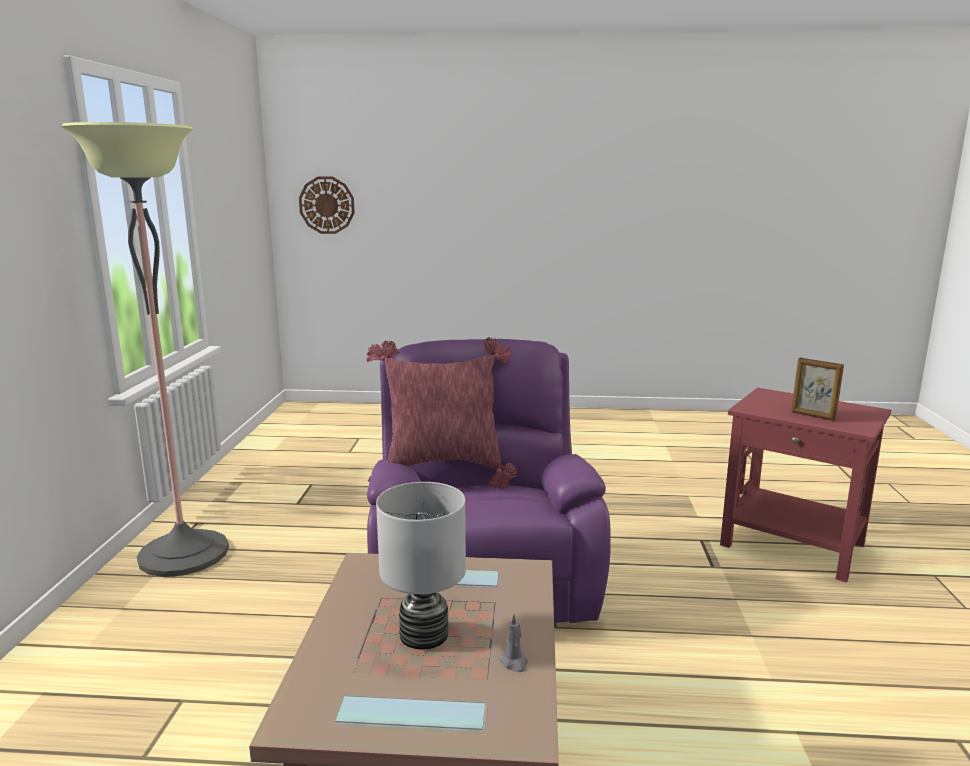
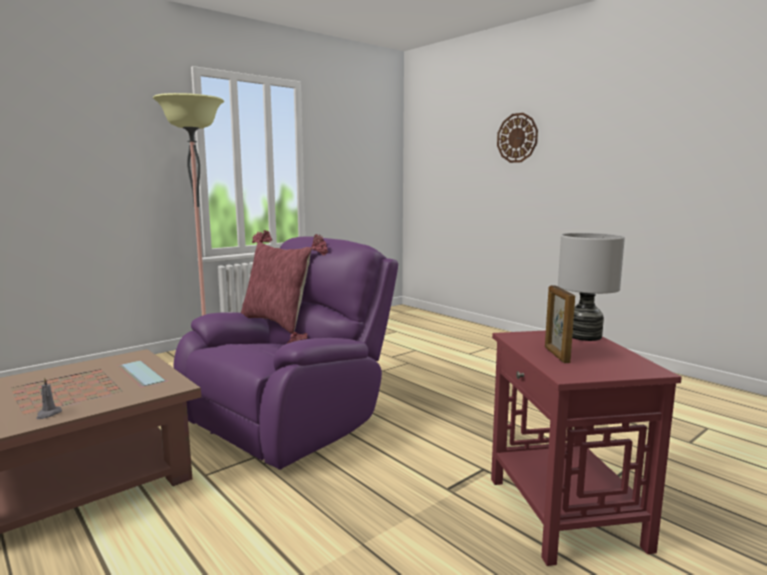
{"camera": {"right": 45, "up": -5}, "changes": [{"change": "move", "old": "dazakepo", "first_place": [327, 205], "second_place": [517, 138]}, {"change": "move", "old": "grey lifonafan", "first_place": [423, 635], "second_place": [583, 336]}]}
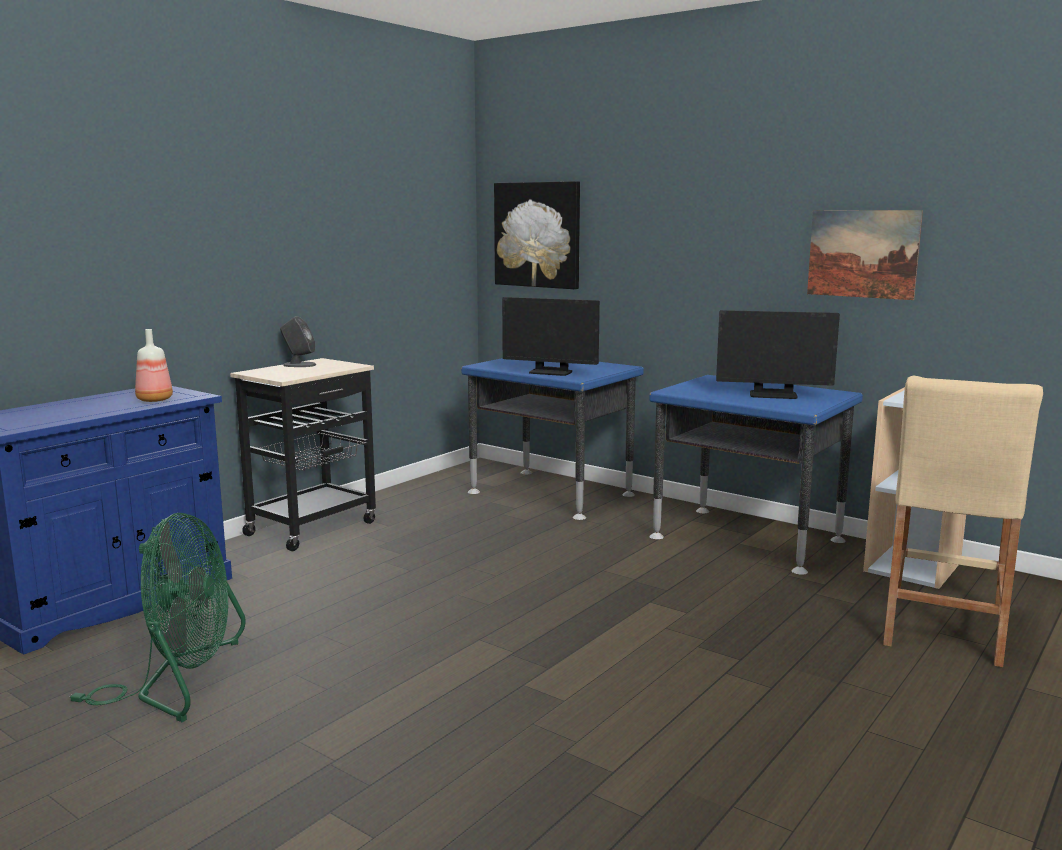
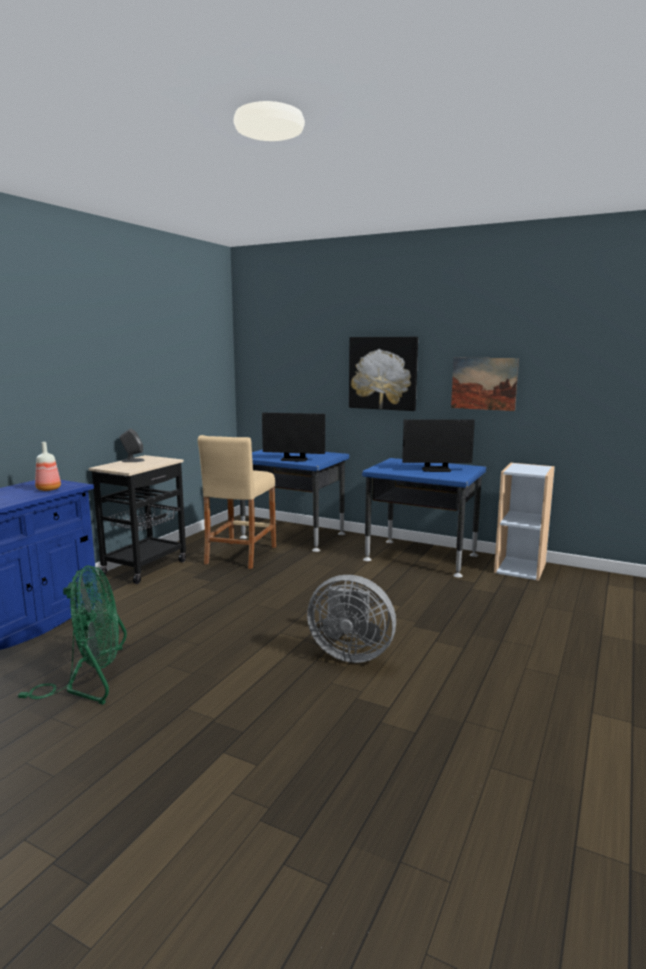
{"camera": {"right": -10, "up": 0}, "changes": [{"change": "move", "old": "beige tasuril", "first_place": [943, 626], "second_place": [240, 555]}, {"change": "insert", "new": "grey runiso", "second_place": [350, 653]}, {"change": "move", "old": "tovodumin", "first_place": [538, 235], "second_place": [383, 373]}]}
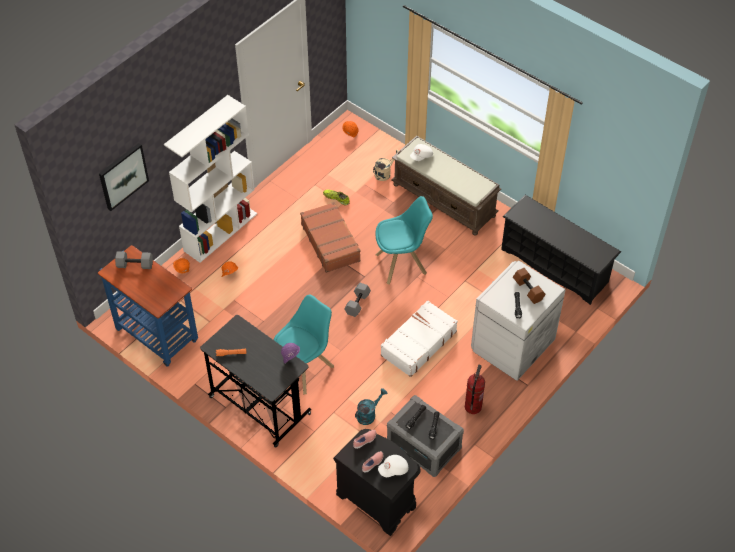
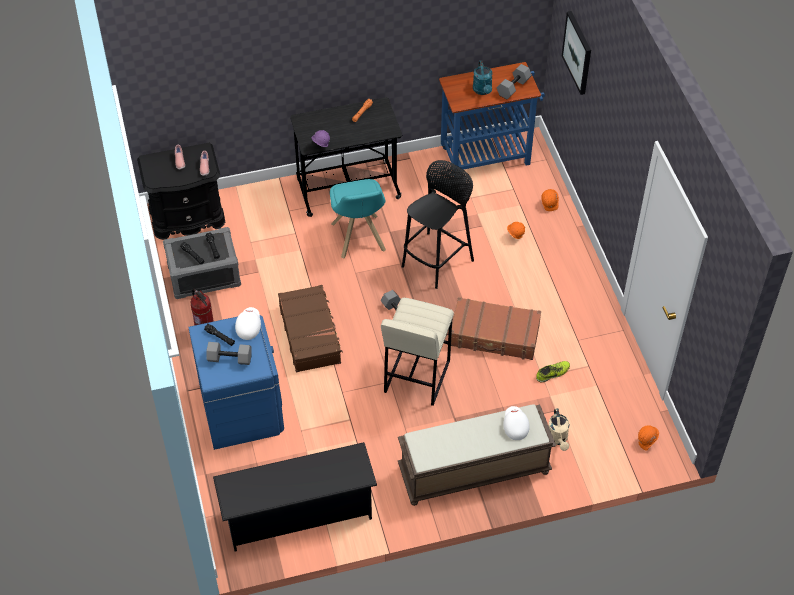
{"camera": {"right": 125, "up": 0}, "changes": [{"change": "recolor", "old": "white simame", "new": "blue simame", "first_place": [511, 344], "second_place": [242, 408]}, {"change": "recolor", "old": "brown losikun", "new": "grey losikun", "first_place": [527, 290], "second_place": [230, 358]}, {"change": "move", "old": "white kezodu", "first_place": [393, 470], "second_place": [248, 327]}, {"change": "recolor", "old": "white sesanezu", "new": "brown sesanezu", "first_place": [418, 343], "second_place": [310, 334]}, {"change": "replace", "old": "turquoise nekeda", "new": "beige tasuril", "first_place": [401, 264], "second_place": [416, 378]}, {"change": "insert", "new": "black tasuril", "second_place": [436, 260]}, {"change": "move", "old": "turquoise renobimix", "first_place": [368, 414], "second_place": [483, 91]}, {"change": "delete", "old": "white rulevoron", "first_place": [220, 231]}]}
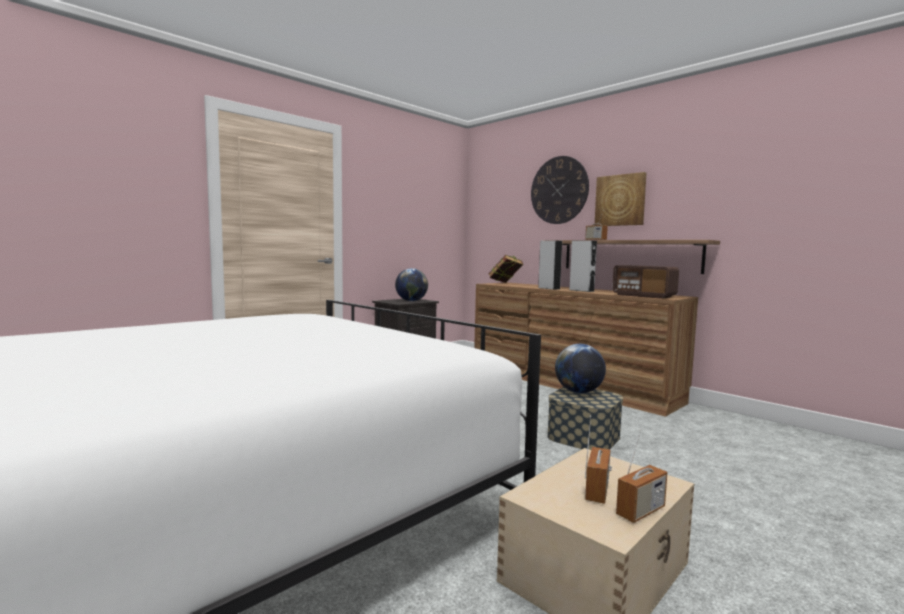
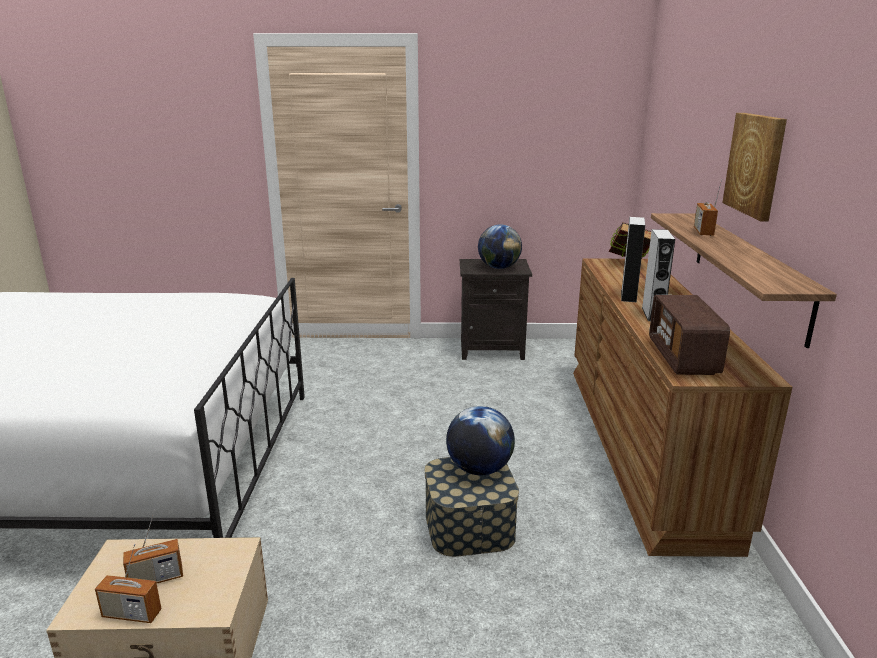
{"camera": {"right": 45, "up": 15}, "changes": [{"change": "delete", "old": "dazakepo", "first_place": [559, 190]}]}
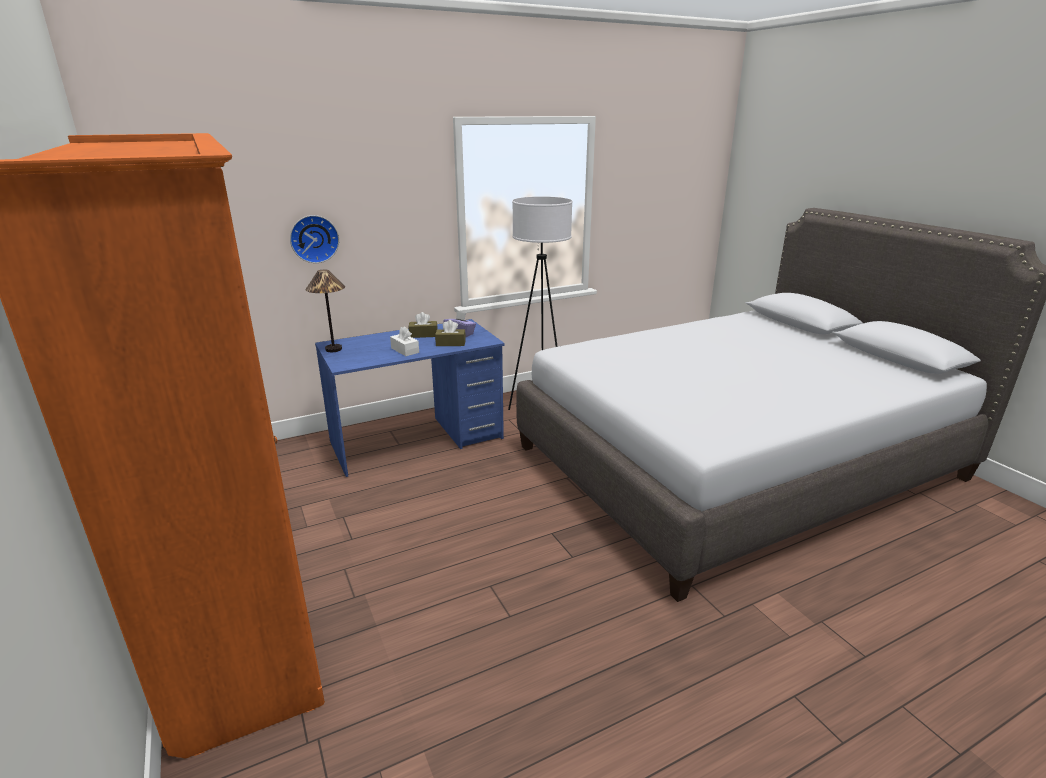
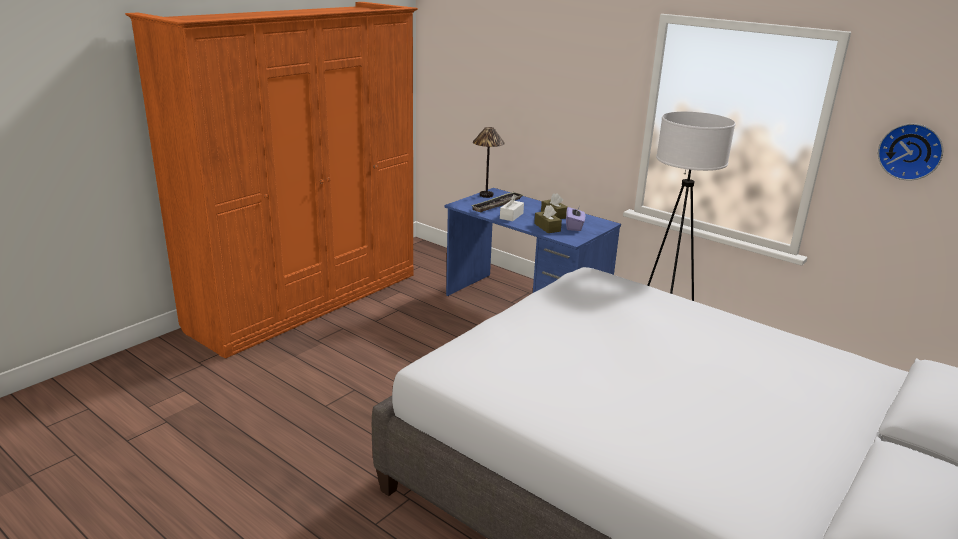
{"camera": {"right": 65, "up": 0}, "changes": [{"change": "insert", "new": "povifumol", "second_place": [497, 205]}, {"change": "move", "old": "dazakepo", "first_place": [314, 238], "second_place": [910, 151]}]}
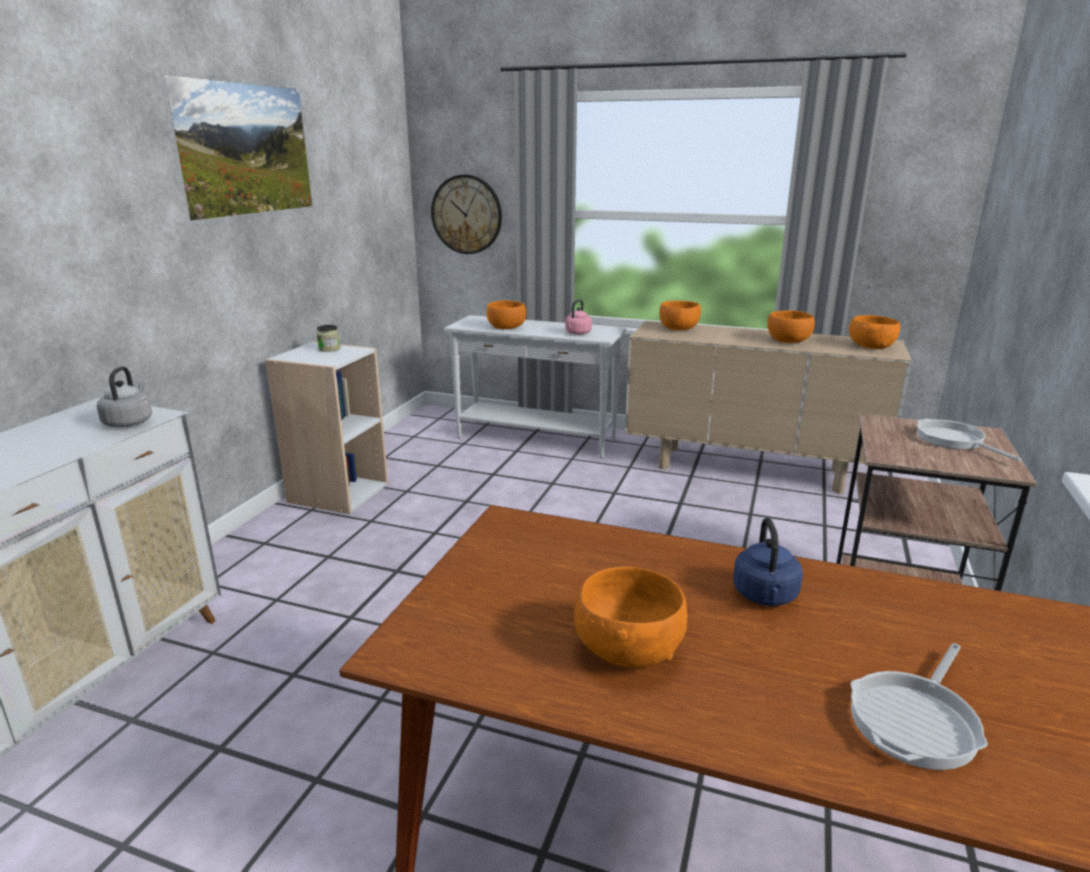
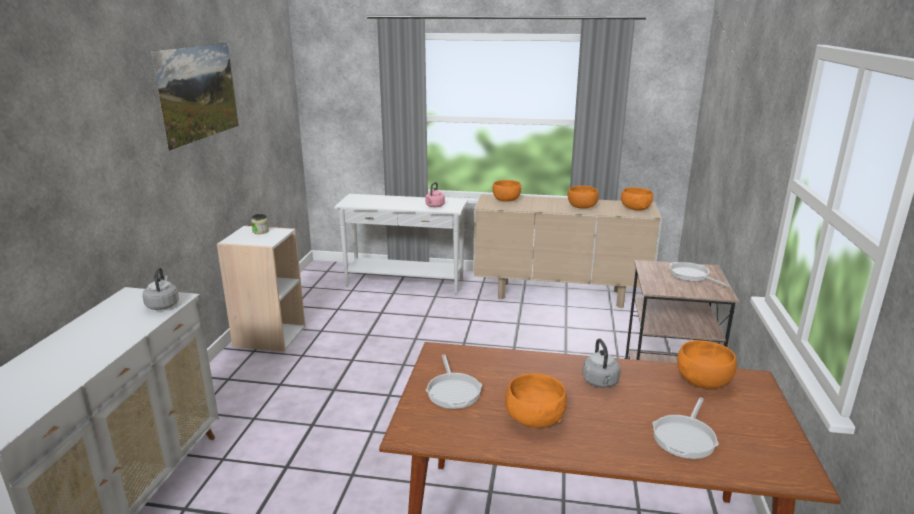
{"camera": {"right": -10, "up": 0}, "changes": [{"change": "insert", "new": "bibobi", "second_place": [453, 391]}, {"change": "recolor", "old": "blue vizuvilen", "new": "grey vizuvilen", "first_place": [765, 596], "second_place": [600, 382]}, {"change": "move", "old": "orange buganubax", "first_place": [507, 328], "second_place": [704, 381]}, {"change": "delete", "old": "dazakepo", "first_place": [467, 214]}]}
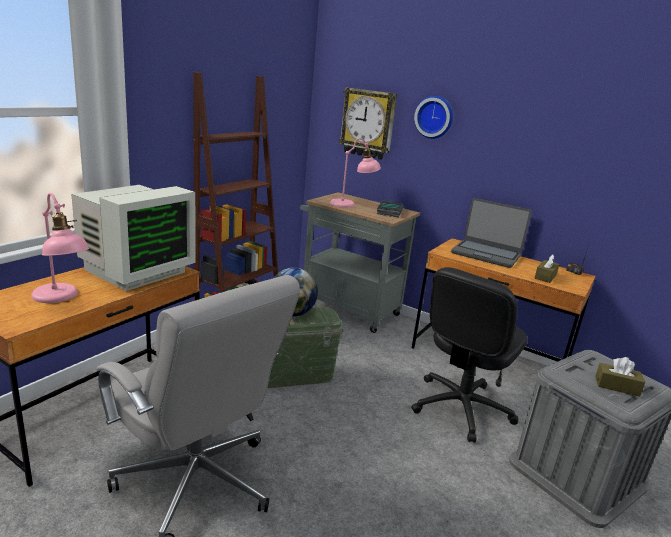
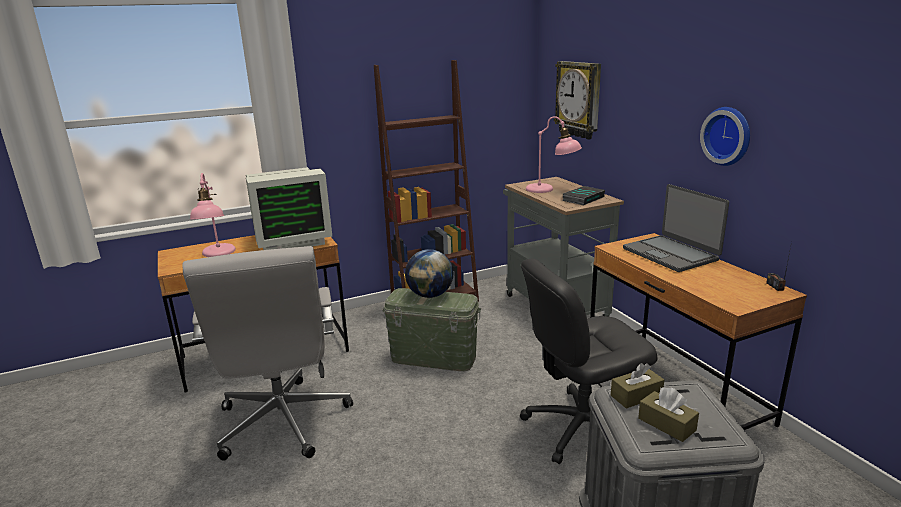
{"camera": {"right": 35, "up": 0}, "changes": [{"change": "move", "old": "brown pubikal", "first_place": [545, 277], "second_place": [636, 396]}, {"change": "move", "old": "dazakepo", "first_place": [434, 117], "second_place": [728, 136]}]}
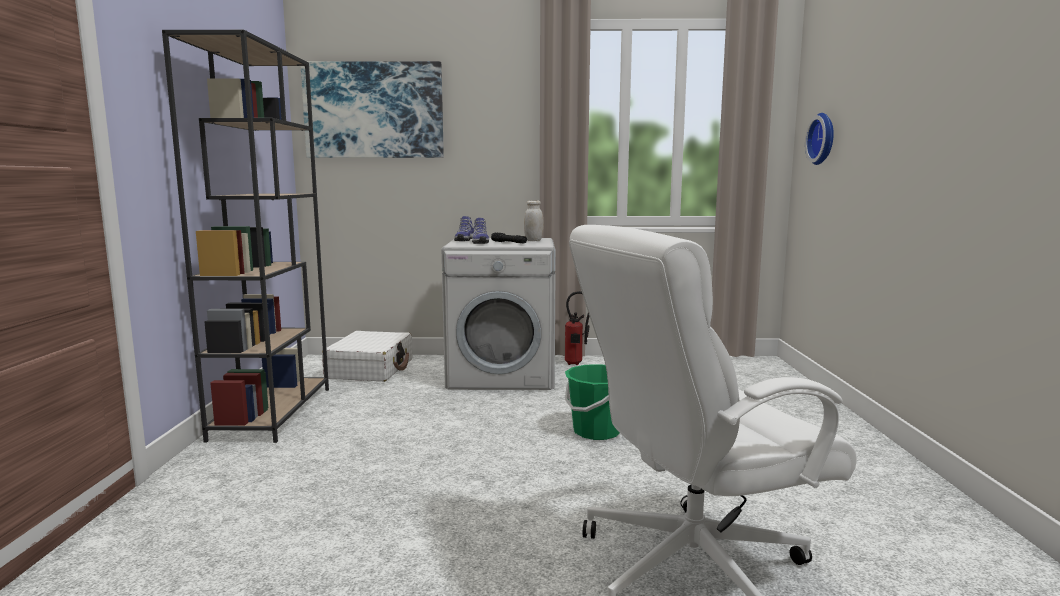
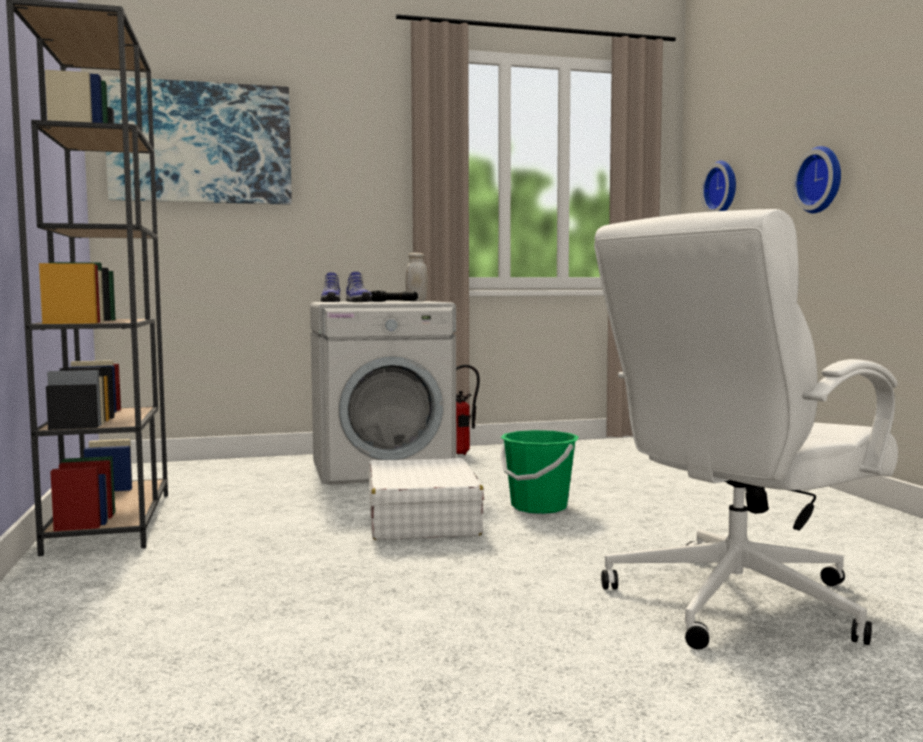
{"camera": {"right": -15, "up": -5}, "changes": [{"change": "move", "old": "white sesanezu", "first_place": [371, 369], "second_place": [422, 520]}, {"change": "insert", "new": "dazakepo", "second_place": [822, 180]}]}
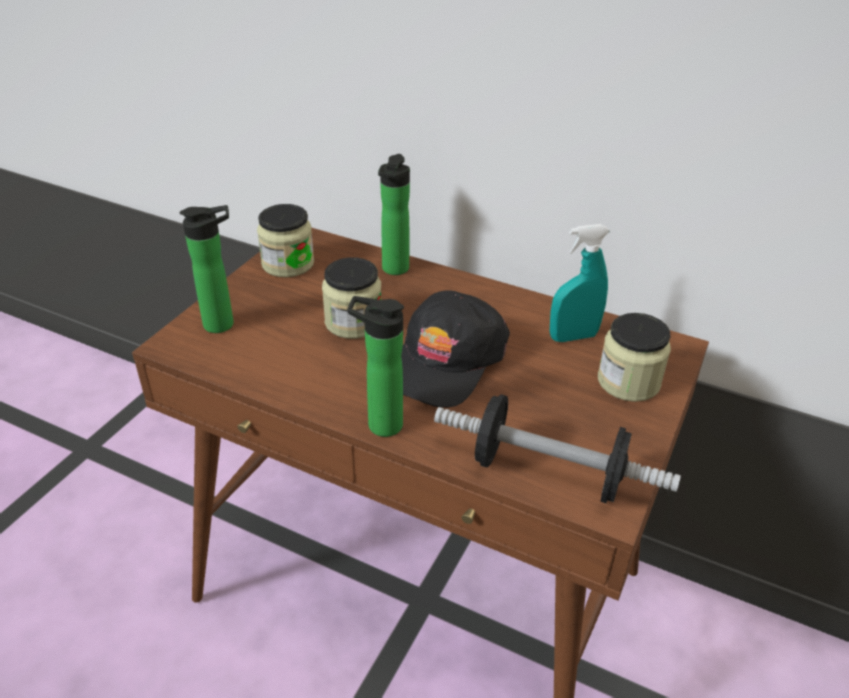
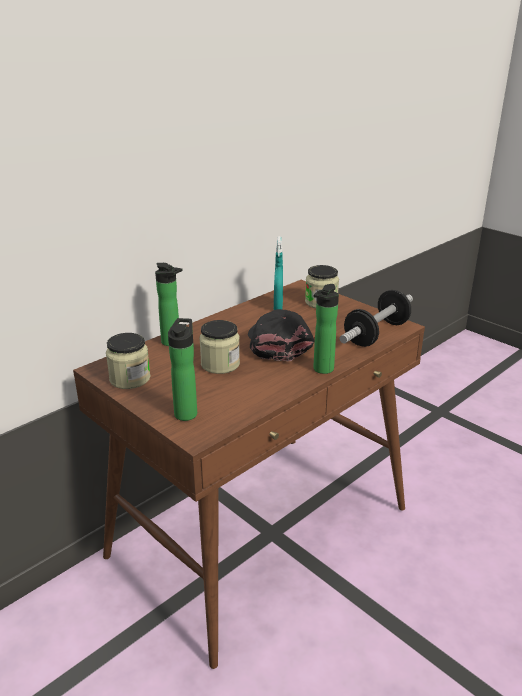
{"camera": {"right": -70, "up": -10}, "changes": [{"change": "rotate", "old": "black kezodu", "first_place": [445, 361], "second_place": [278, 343], "degrees": -150}]}
